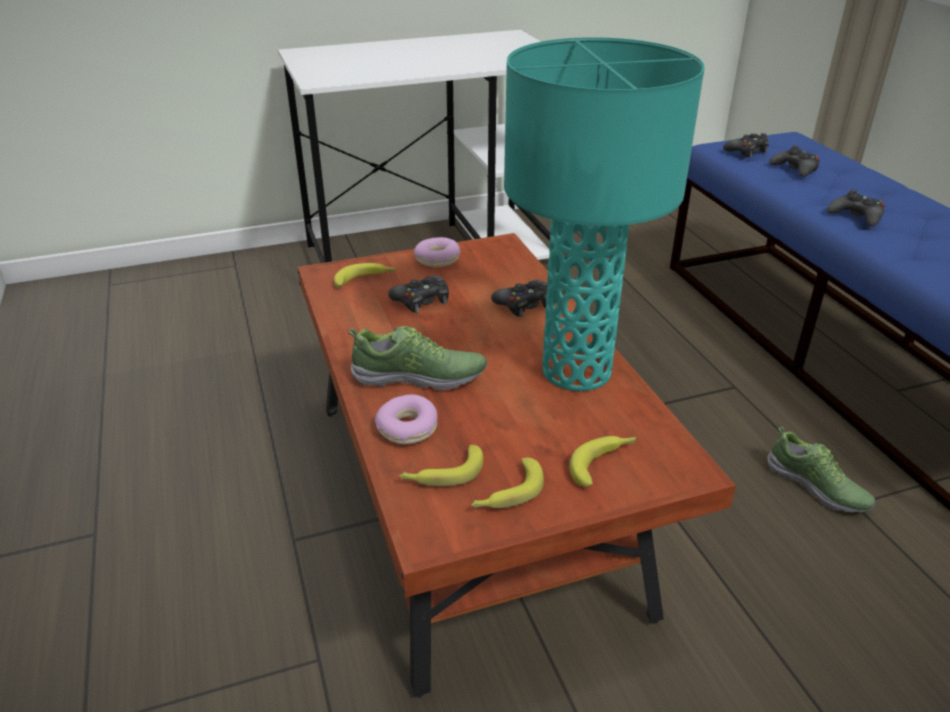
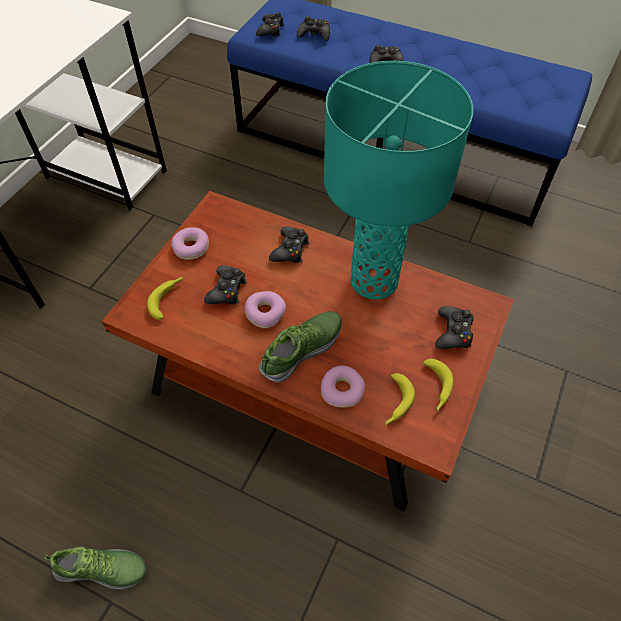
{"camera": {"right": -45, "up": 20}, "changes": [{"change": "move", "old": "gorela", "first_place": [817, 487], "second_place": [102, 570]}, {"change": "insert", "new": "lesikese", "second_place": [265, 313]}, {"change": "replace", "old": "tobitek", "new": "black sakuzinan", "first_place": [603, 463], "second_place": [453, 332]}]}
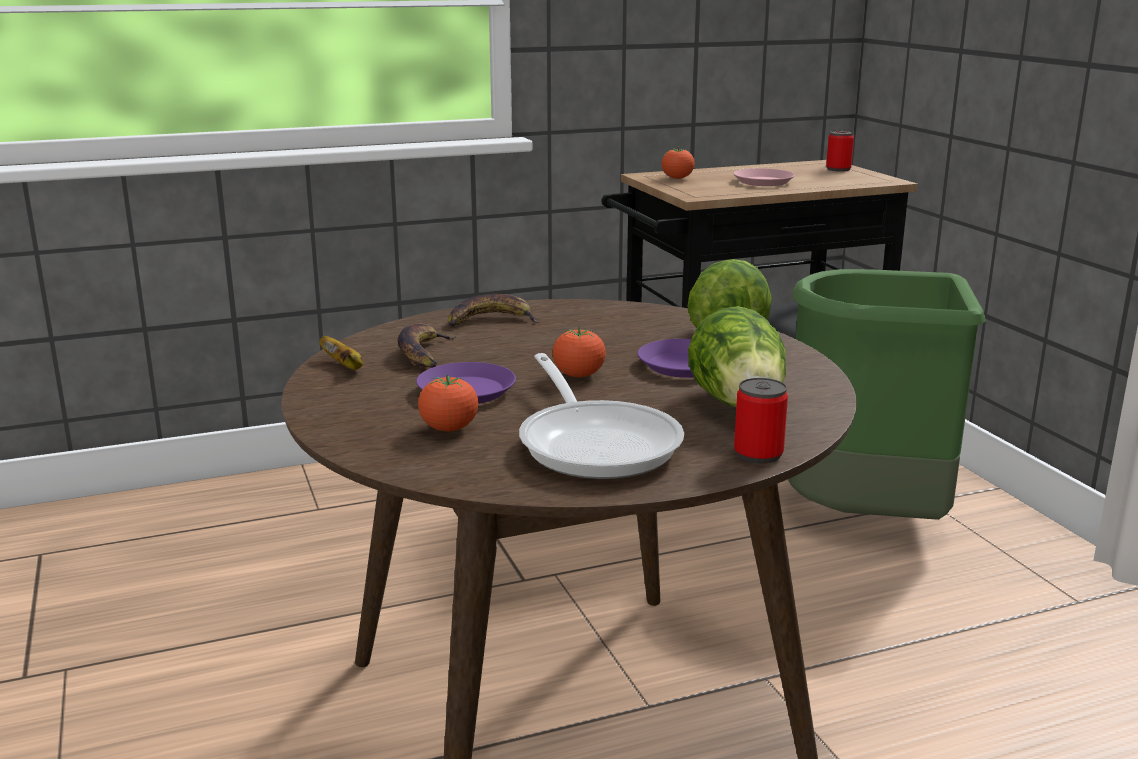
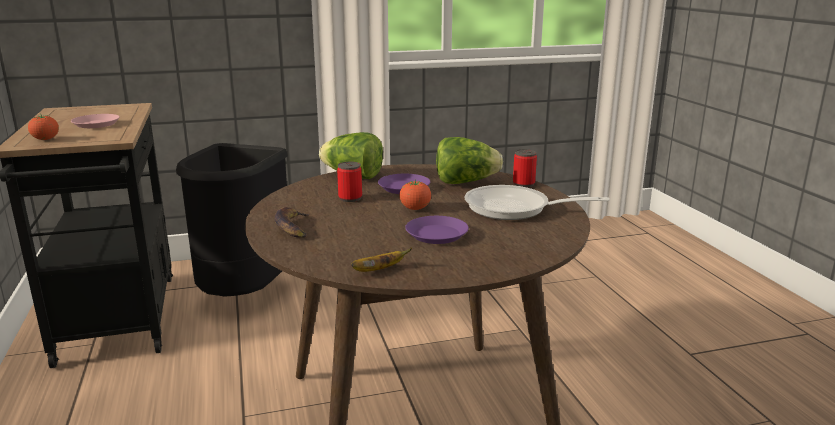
{"camera": {"right": -85, "up": 0}, "changes": [{"change": "recolor", "old": "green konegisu", "new": "black konegisu", "first_place": [868, 520], "second_place": [244, 294]}, {"change": "move", "old": "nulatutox", "first_place": [838, 169], "second_place": [350, 198]}, {"change": "rotate", "old": "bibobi", "first_place": [596, 443], "second_place": [514, 209], "degrees": -150}, {"change": "delete", "old": "tobitek", "first_place": [424, 353]}, {"change": "delete", "old": "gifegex", "first_place": [449, 429]}]}
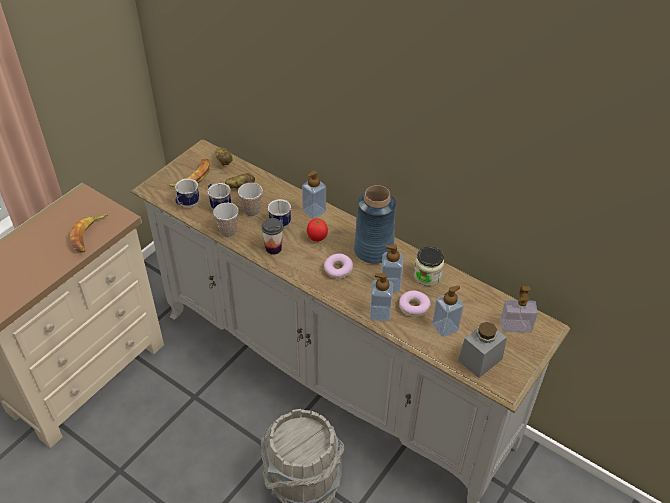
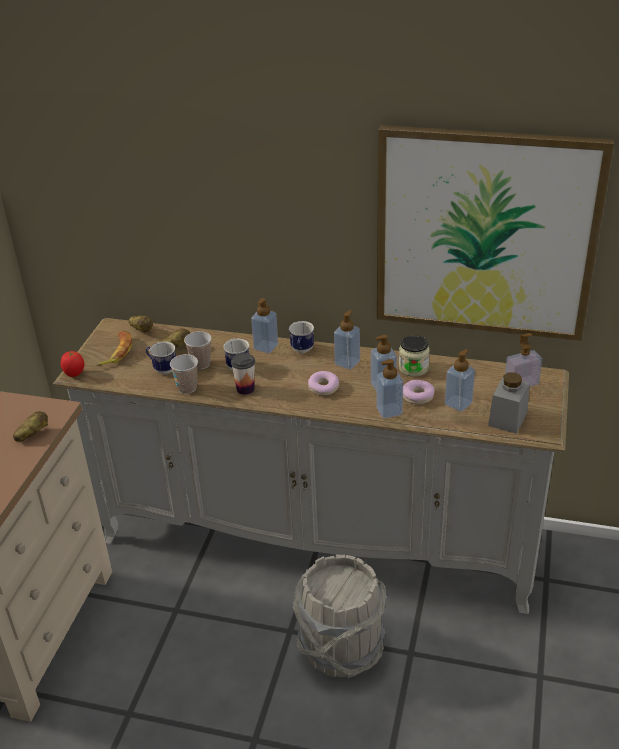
{"camera": {"right": -20, "up": -10}, "changes": [{"change": "replace", "old": "tobitek", "new": "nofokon", "first_place": [89, 235], "second_place": [32, 434]}, {"change": "move", "old": "gifegex", "first_place": [317, 238], "second_place": [74, 374]}, {"change": "move", "old": "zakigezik", "first_place": [187, 205], "second_place": [301, 351]}, {"change": "replace", "old": "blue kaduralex", "new": "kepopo", "first_place": [373, 250], "second_place": [347, 362]}, {"change": "insert", "new": "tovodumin", "second_place": [485, 234]}]}
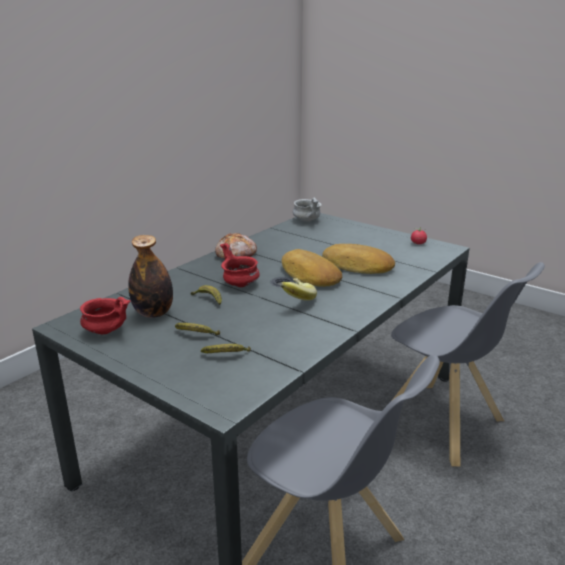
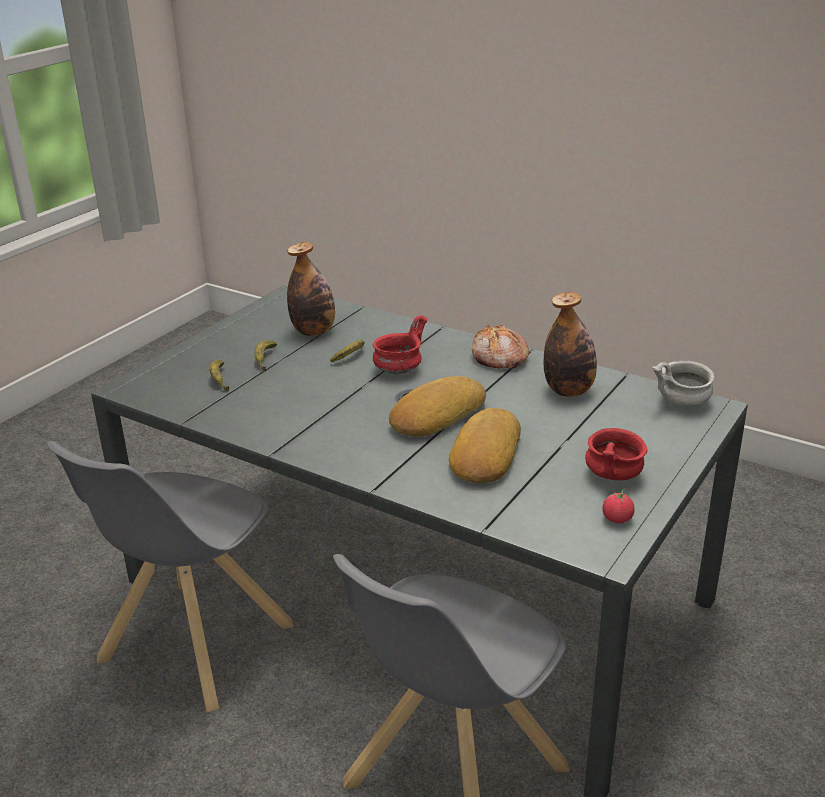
{"camera": {"right": 85, "up": 5}, "changes": [{"change": "insert", "new": "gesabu", "second_place": [568, 391]}, {"change": "move", "old": "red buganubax", "first_place": [106, 330], "second_place": [614, 476]}, {"change": "delete", "old": "tobitek", "first_place": [294, 299]}]}
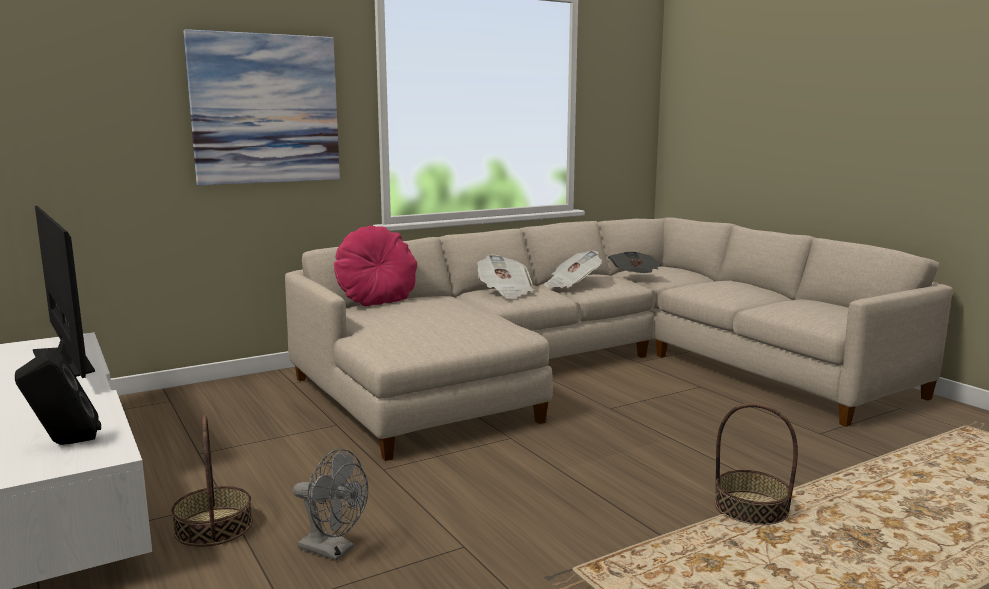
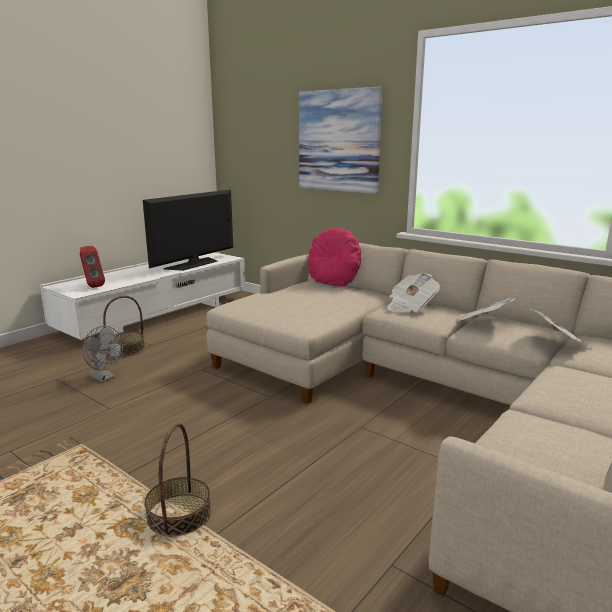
{"camera": {"right": 70, "up": 5}, "changes": [{"change": "recolor", "old": "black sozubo", "new": "red sozubo", "first_place": [64, 444], "second_place": [92, 286]}, {"change": "rotate", "old": "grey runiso", "first_place": [333, 550], "second_place": [104, 378], "degrees": -60}]}
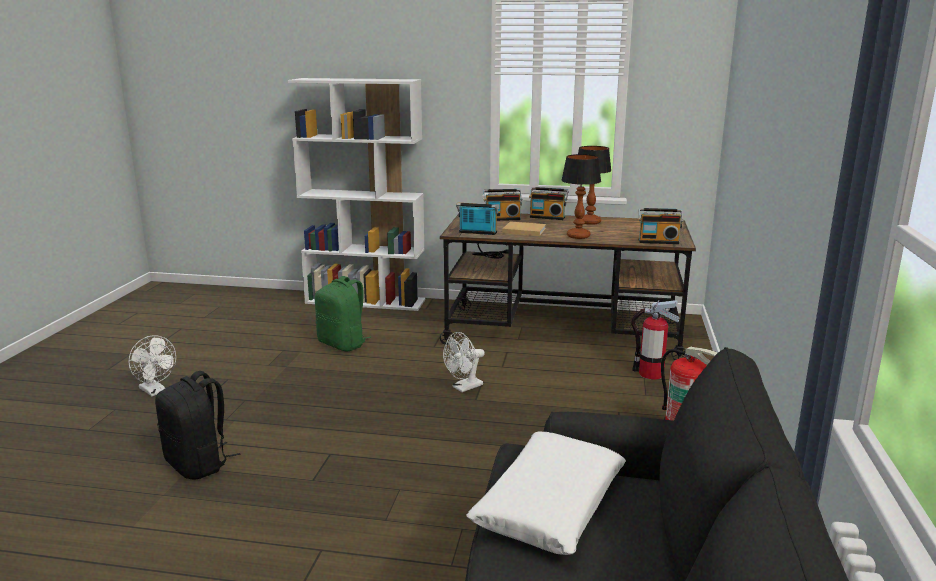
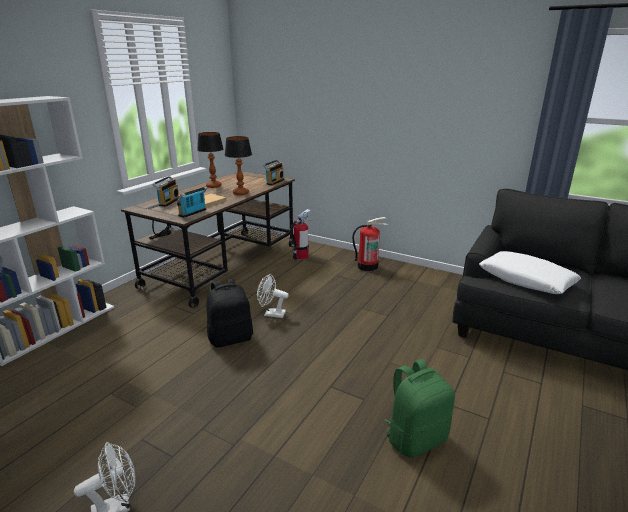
{"camera": {"right": -70, "up": 5}, "changes": [{"change": "move", "old": "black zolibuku", "first_place": [199, 464], "second_place": [231, 338]}, {"change": "rotate", "old": "white runiso", "first_place": [464, 388], "second_place": [271, 314], "degrees": 120}, {"change": "move", "old": "green zolibuku", "first_place": [343, 344], "second_place": [415, 438]}, {"change": "delete", "old": "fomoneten", "first_place": [547, 217]}]}
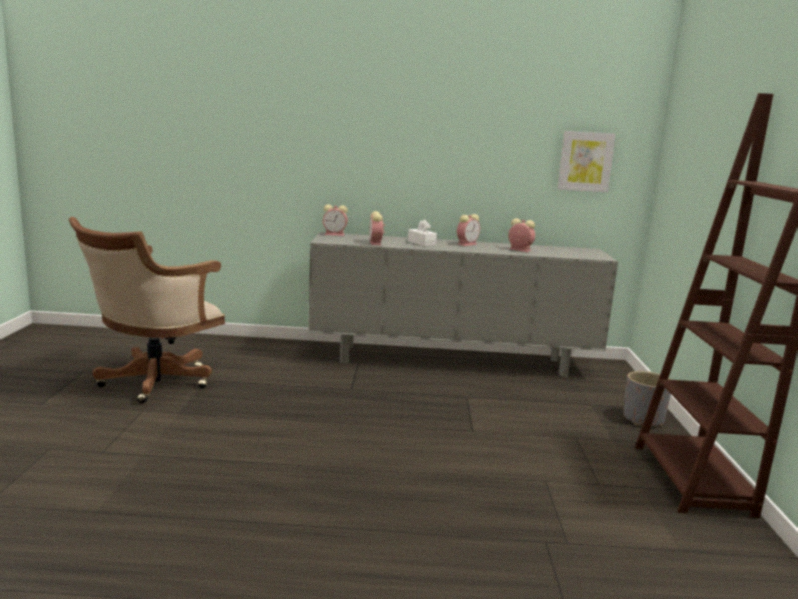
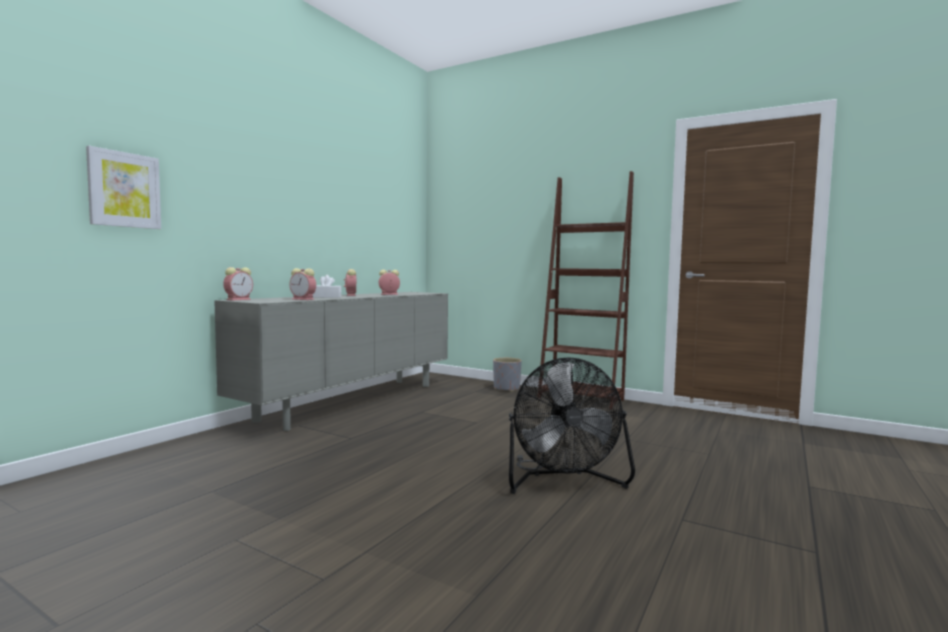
{"camera": {"right": -60, "up": -10}, "changes": [{"change": "move", "old": "tovodumin", "first_place": [585, 161], "second_place": [124, 190]}, {"change": "insert", "new": "black runiso", "second_place": [558, 480]}, {"change": "delete", "old": "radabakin", "first_place": [152, 383]}]}
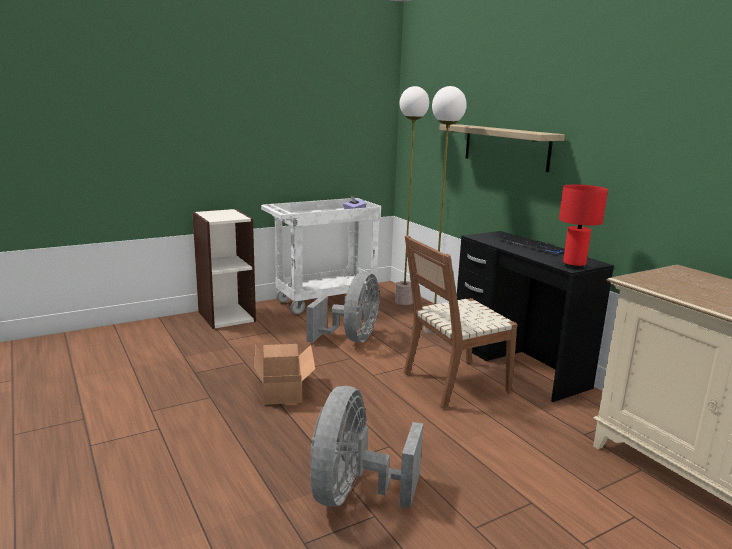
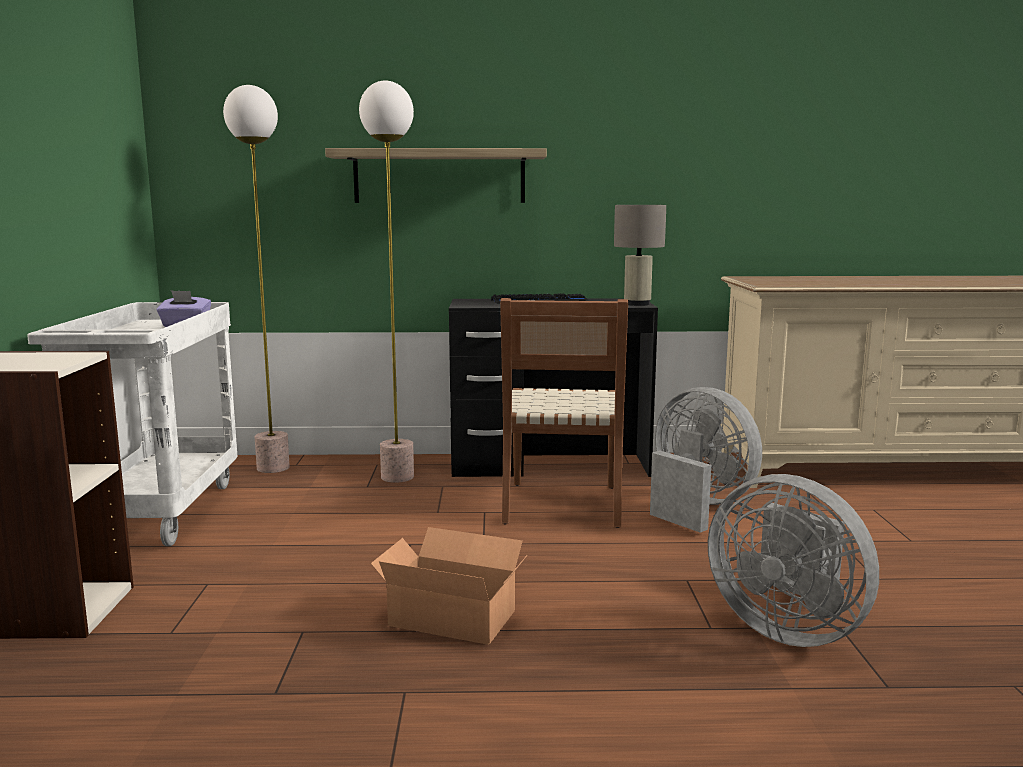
{"camera": {"right": -60, "up": -5}, "changes": [{"change": "recolor", "old": "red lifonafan", "new": "grey lifonafan", "first_place": [574, 266], "second_place": [636, 304]}, {"change": "move", "old": "grey runiso", "first_place": [351, 339], "second_place": [697, 507]}]}
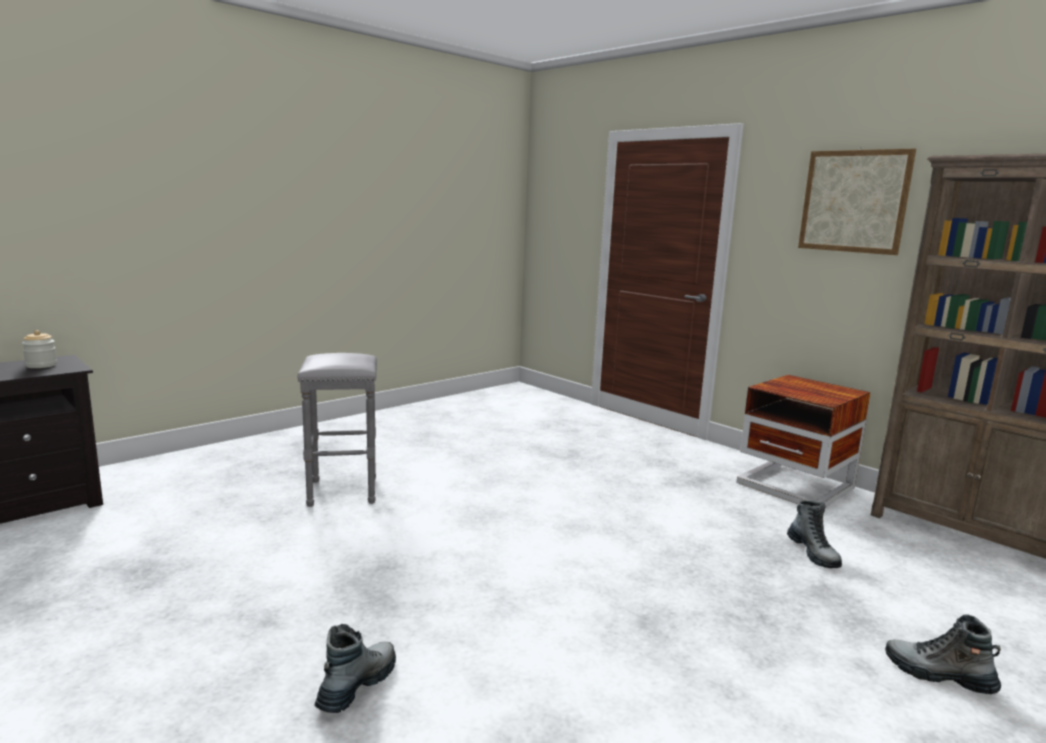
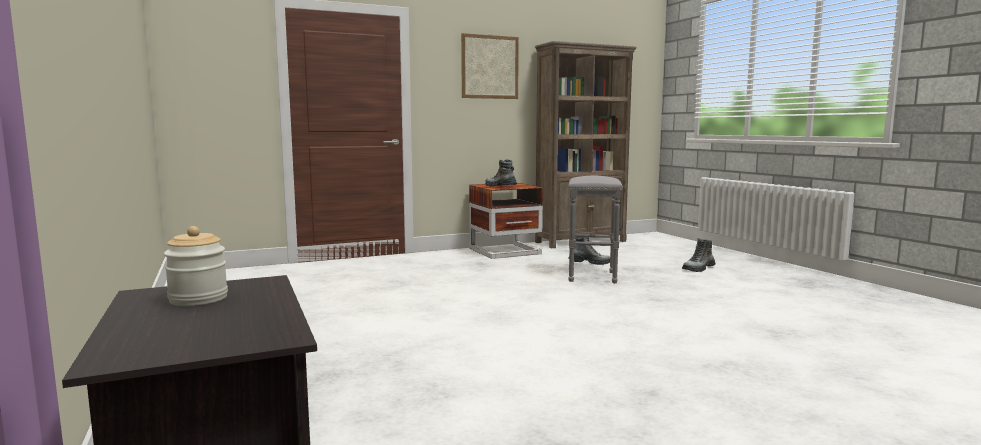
{"camera": {"right": -70, "up": -5}, "changes": [{"change": "move", "old": "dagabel", "first_place": [357, 685], "second_place": [500, 186]}, {"change": "move", "old": "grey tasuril", "first_place": [341, 492], "second_place": [593, 277]}]}
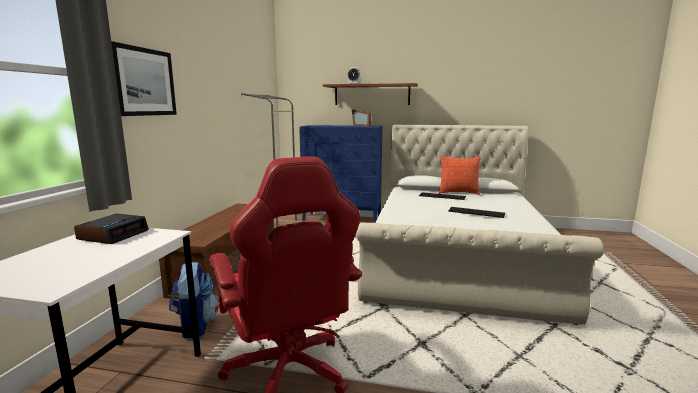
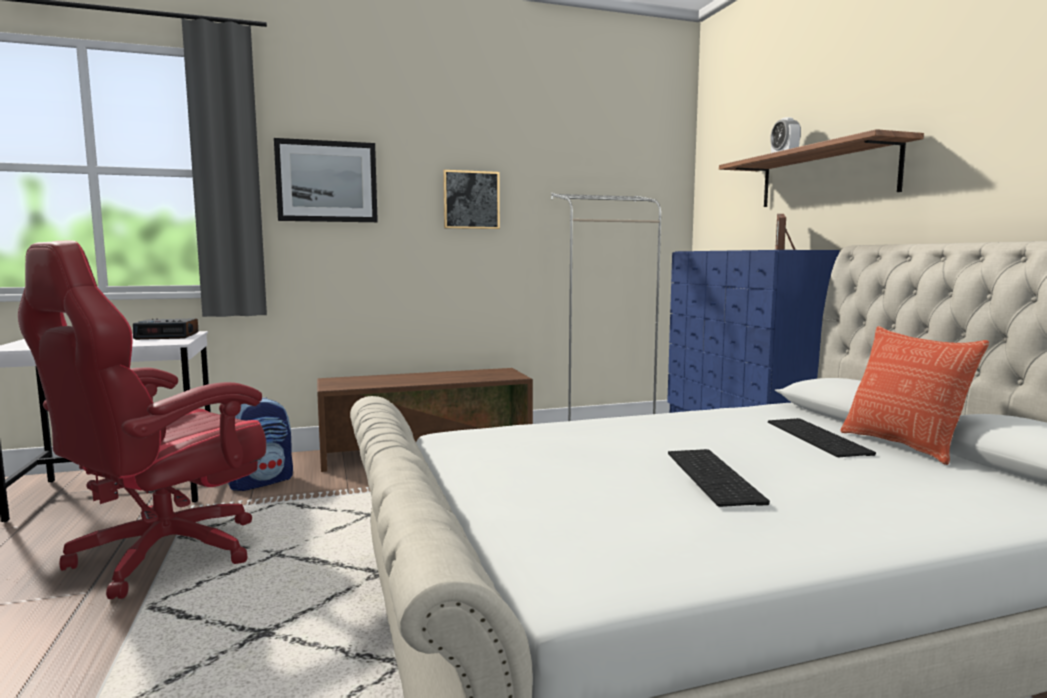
{"camera": {"right": 60, "up": -5}, "changes": [{"change": "insert", "new": "tovodumin", "second_place": [471, 200]}]}
